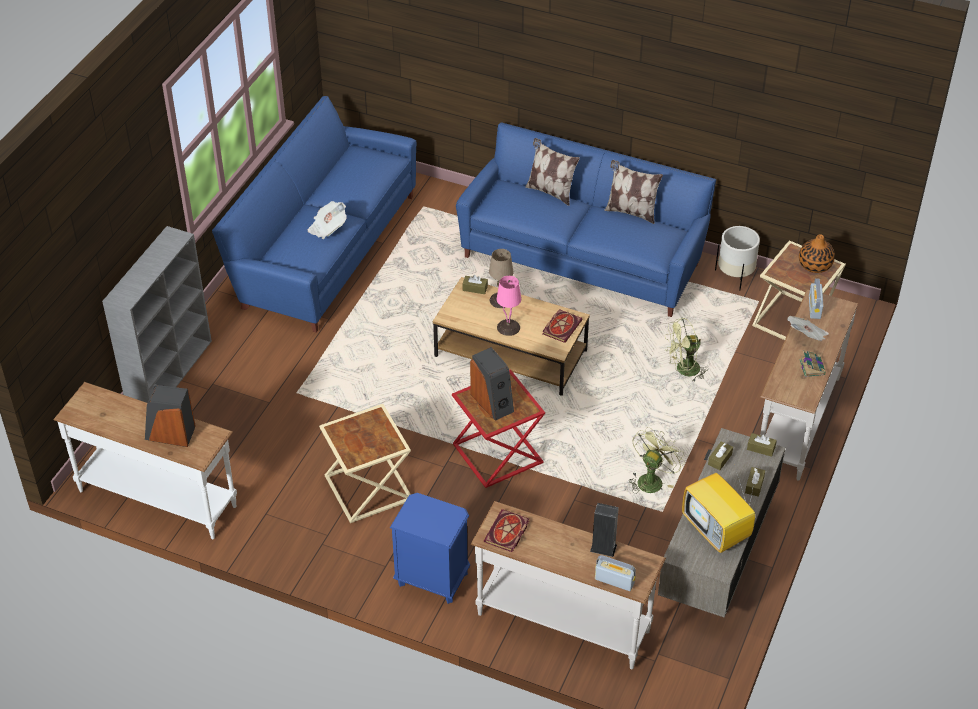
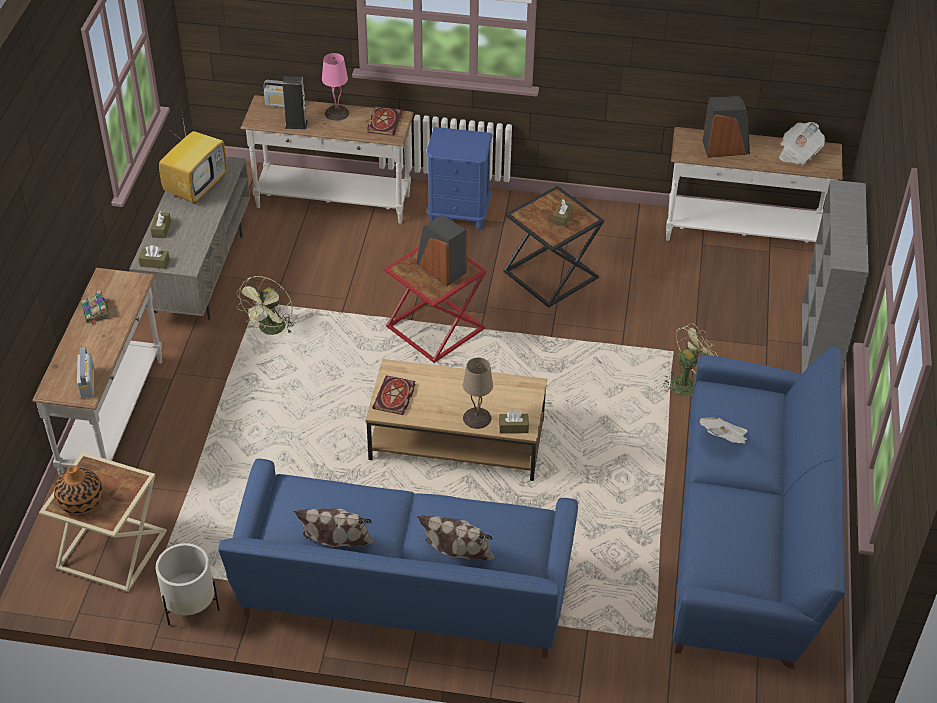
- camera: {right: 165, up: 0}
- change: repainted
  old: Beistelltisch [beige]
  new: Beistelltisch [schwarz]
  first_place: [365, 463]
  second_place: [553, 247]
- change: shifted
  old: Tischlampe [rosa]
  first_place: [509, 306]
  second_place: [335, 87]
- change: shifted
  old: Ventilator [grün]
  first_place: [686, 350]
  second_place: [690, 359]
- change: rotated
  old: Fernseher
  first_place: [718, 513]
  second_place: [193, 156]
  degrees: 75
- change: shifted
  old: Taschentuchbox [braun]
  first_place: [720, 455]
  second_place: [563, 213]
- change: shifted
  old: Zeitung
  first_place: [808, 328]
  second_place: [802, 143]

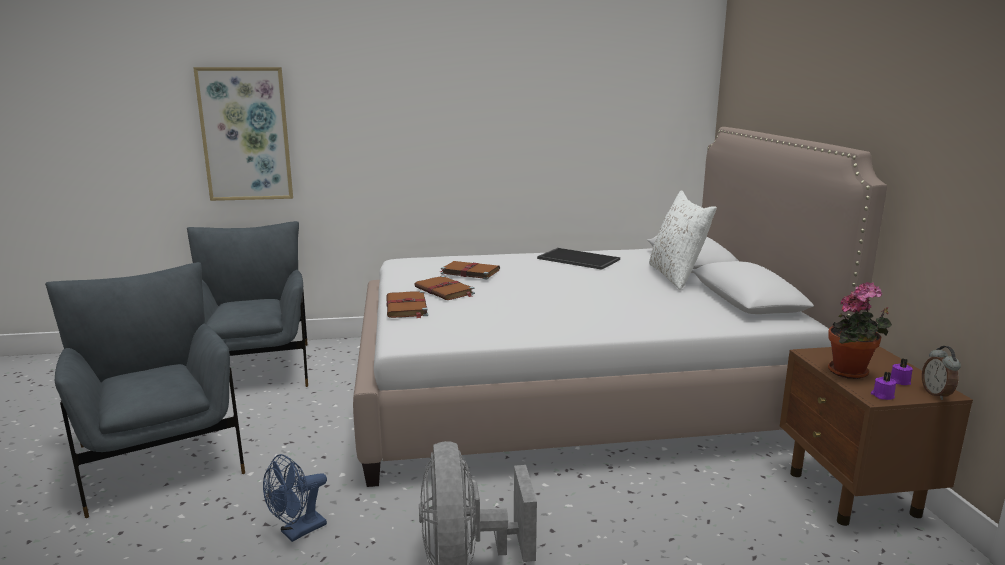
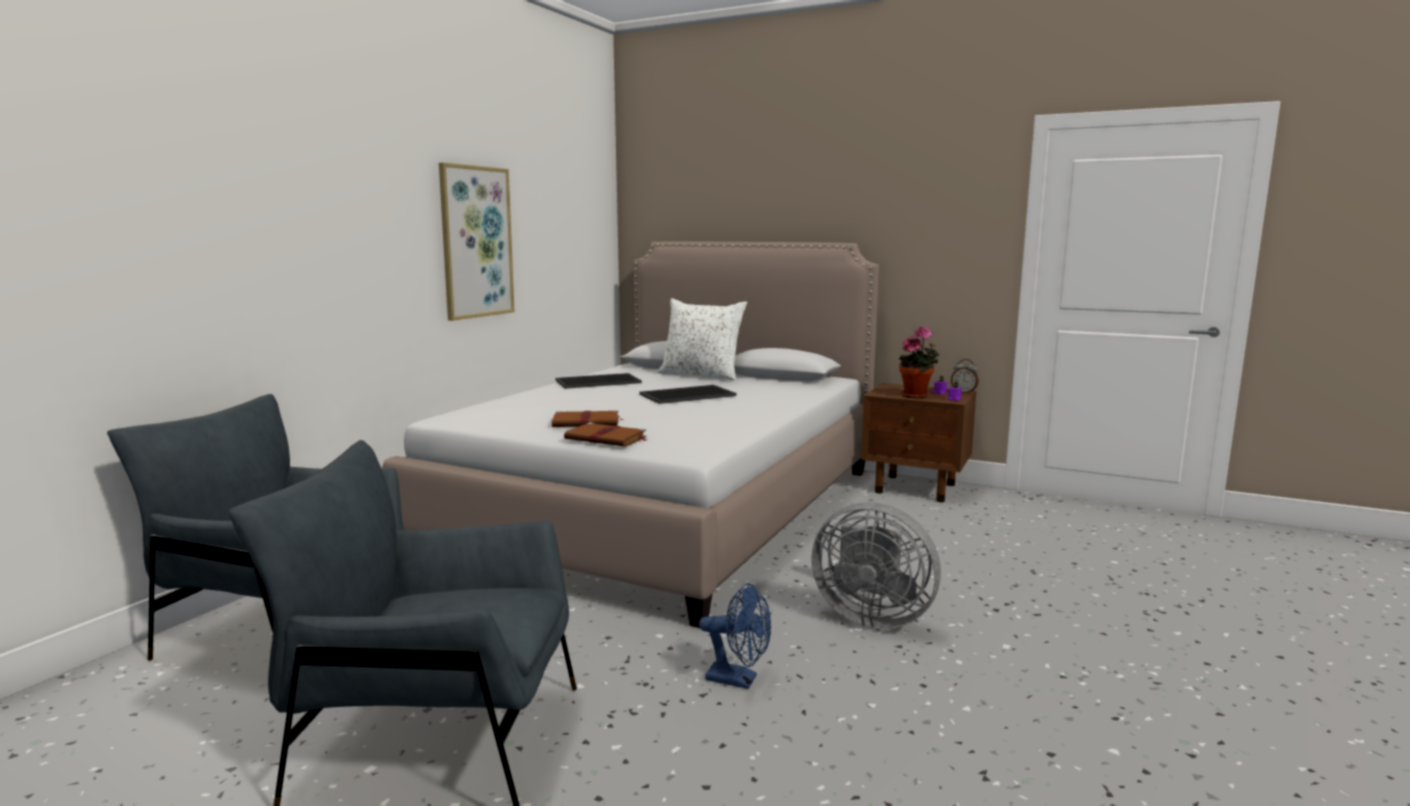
- camera: {right: -55, up: -5}
- change: shifted
  old: Bild
  first_place: [243, 134]
  second_place: [477, 242]
- change: rotated
  old: Ventilator [blau]
  first_place: [295, 498]
  second_place: [735, 636]
  degrees: -60
- change: gone
  old: Buch [braun]
  first_place: [470, 270]
- change: new
  new: Tablett
  second_place: [687, 394]

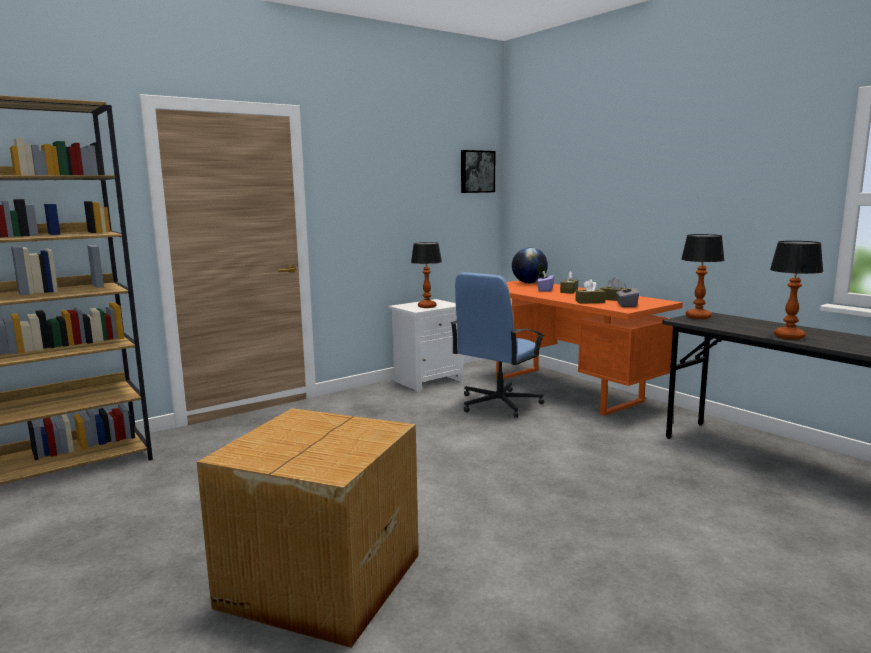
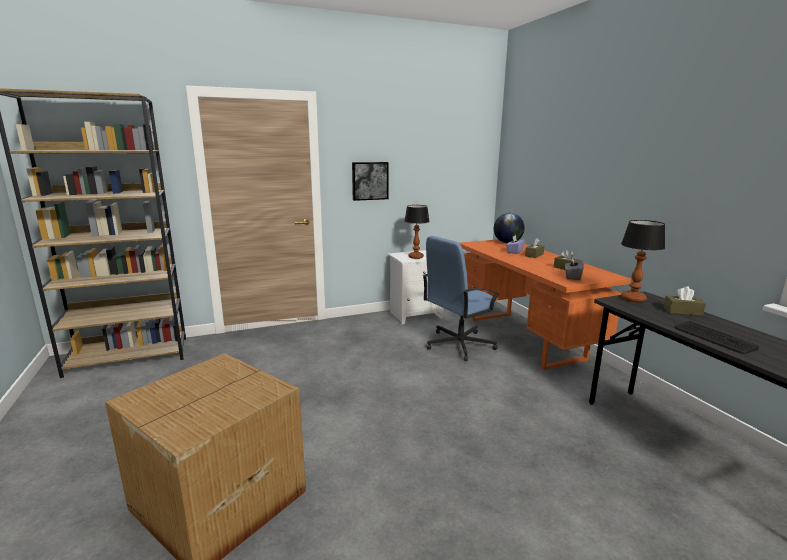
- camera: {right: 15, up: 5}
- change: shifted
  old: Bild
  first_place: [478, 171]
  second_place: [370, 181]
- change: shifted
  old: Taschentuchbox [braun]
  first_place: [590, 291]
  second_place: [684, 301]
- change: swapped
  old: Tischlampe
  new: Tastatur
  first_place: [796, 290]
  second_place: [717, 337]

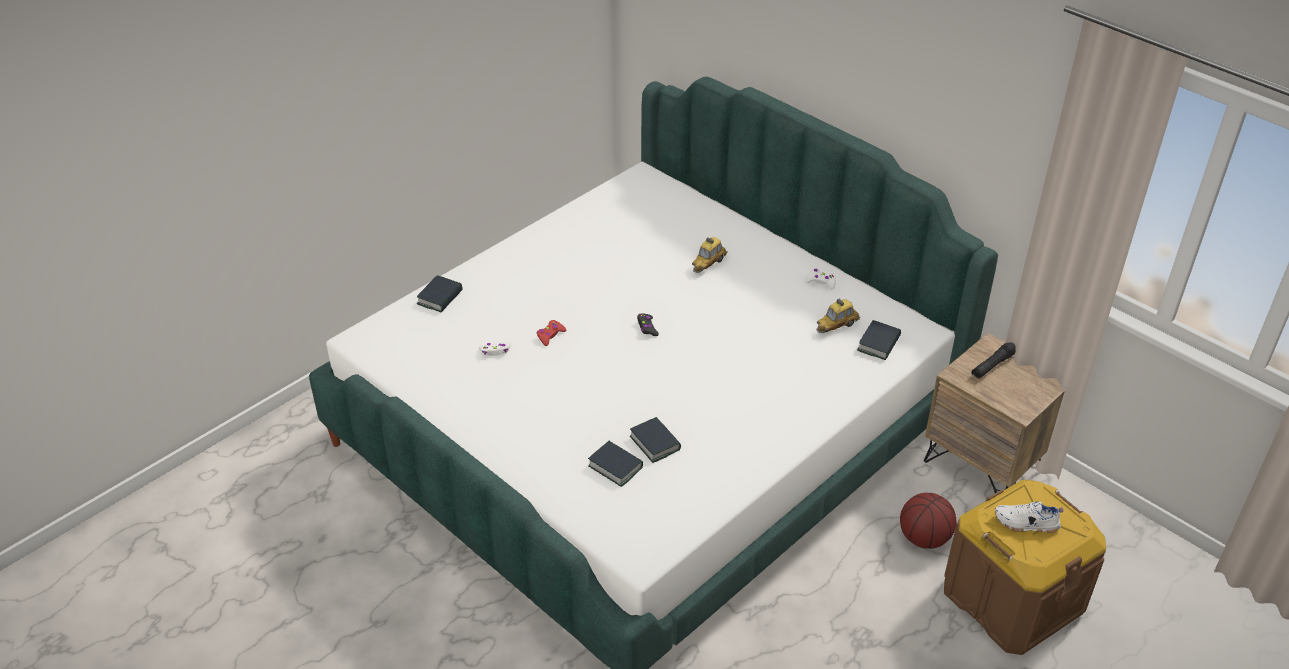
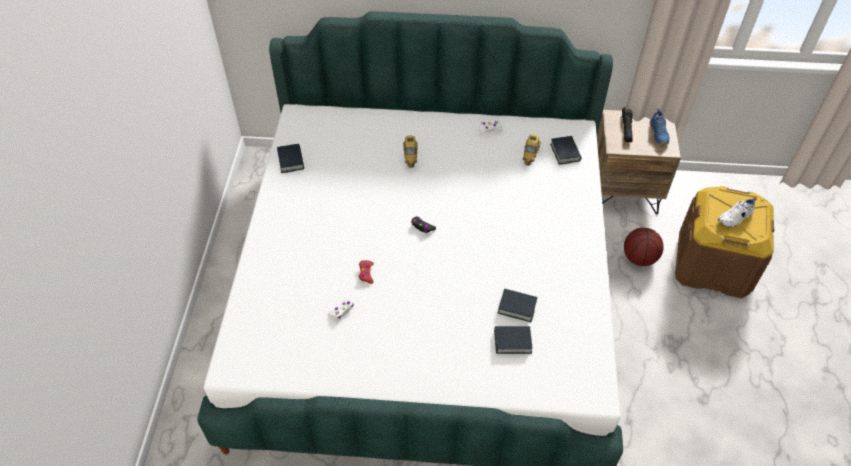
- camera: {right: -40, up: 10}
- change: shifted
  old: Buch
  first_place: [440, 293]
  second_place: [290, 158]
- change: new
  new: Schuh [blau]
  second_place: [659, 127]

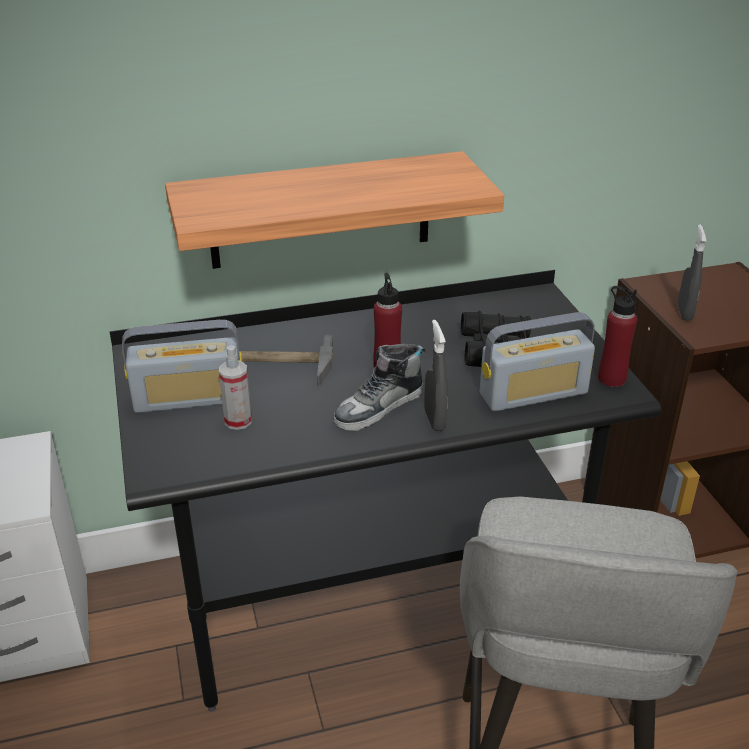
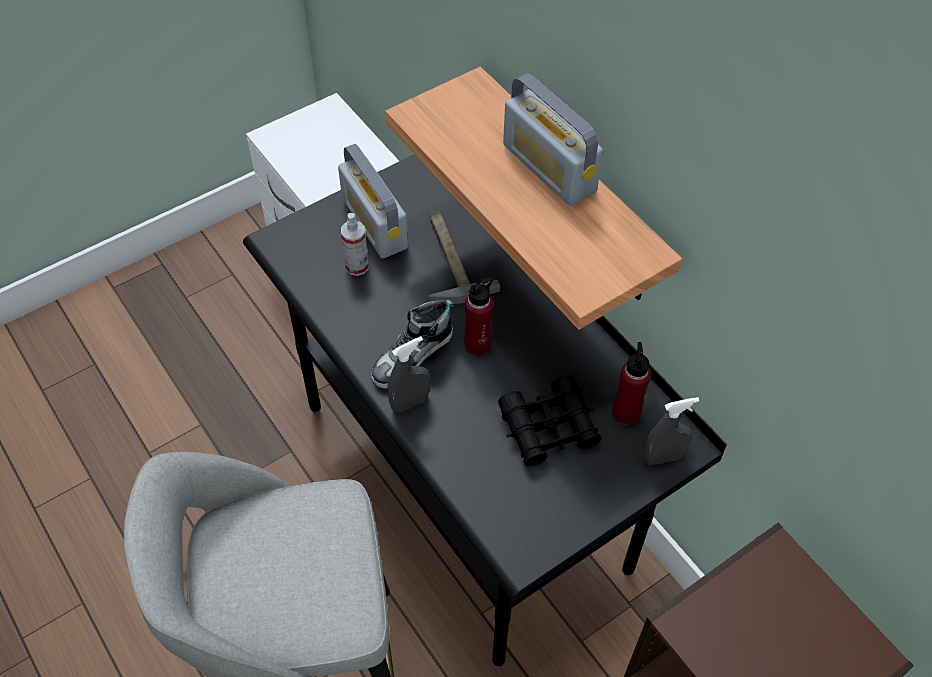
- camera: {right: 70, up: 20}
- change: rotated
  old: Schuh
  first_place: [379, 387]
  second_place: [412, 344]
  degrees: -75
- change: shifted
  old: Radio
  first_place: [537, 362]
  second_place: [553, 140]
- change: shifted
  old: Flasche [rot]
  first_place: [617, 336]
  second_place: [631, 383]
- change: shifted
  old: Sprühflasche [grau]
  first_place: [692, 272]
  second_place: [671, 431]

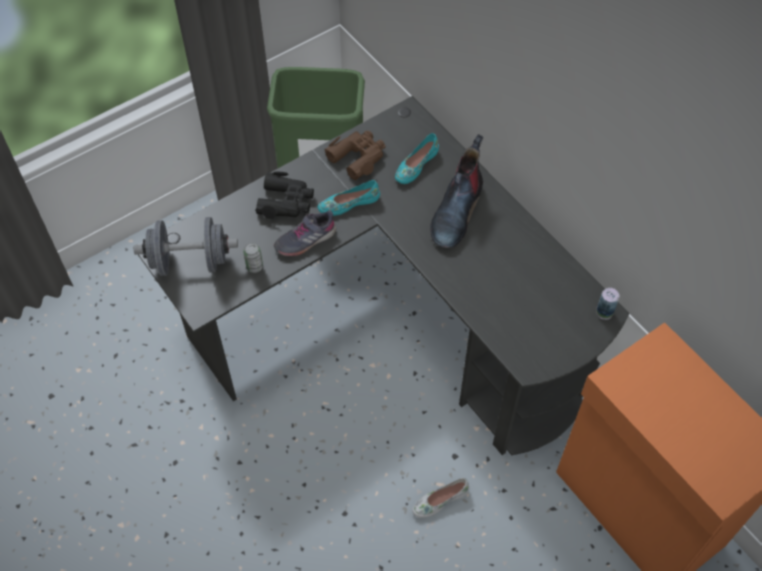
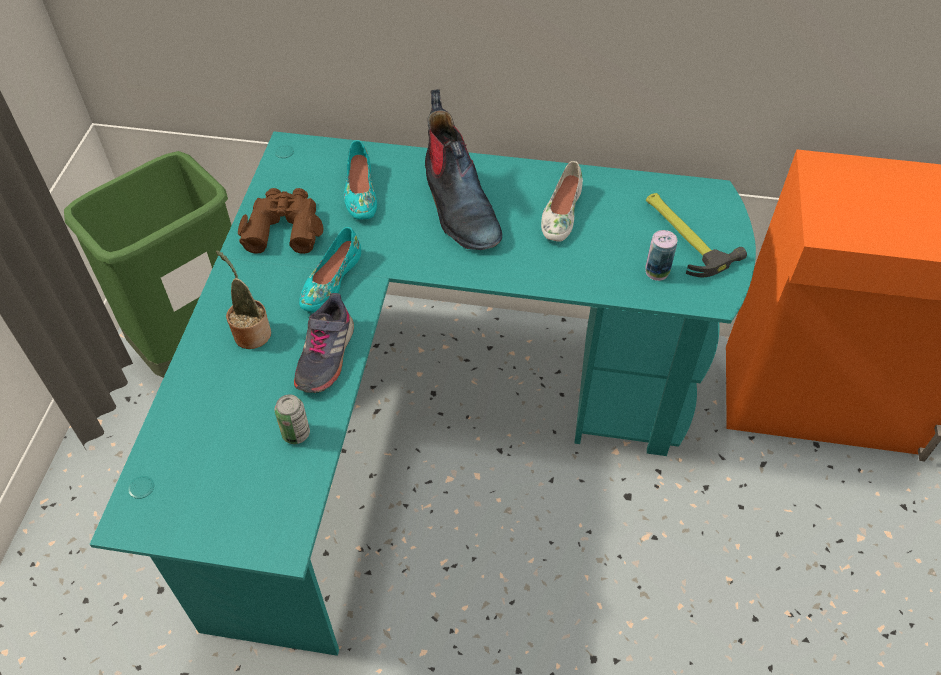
- camera: {right: -45, up: -5}
- change: repainted
  old: Schreibtisch [schwarz]
  new: Schreibtisch [türkis]
  first_place: [381, 275]
  second_place: [423, 393]
- change: gone
  old: Hantel [grau]
  first_place: [186, 246]
- change: swapped
  old: Fernglas [schwarz]
  new: Topfpflanze
  first_place: [284, 195]
  second_place: [243, 299]
- change: shifted
  old: Schuh [weiß]
  first_place: [440, 498]
  second_place: [562, 201]
- change: shifted
  old: Dose
  first_place: [607, 304]
  second_place: [661, 255]
- change: new
  new: Hammer
  second_place: [696, 235]

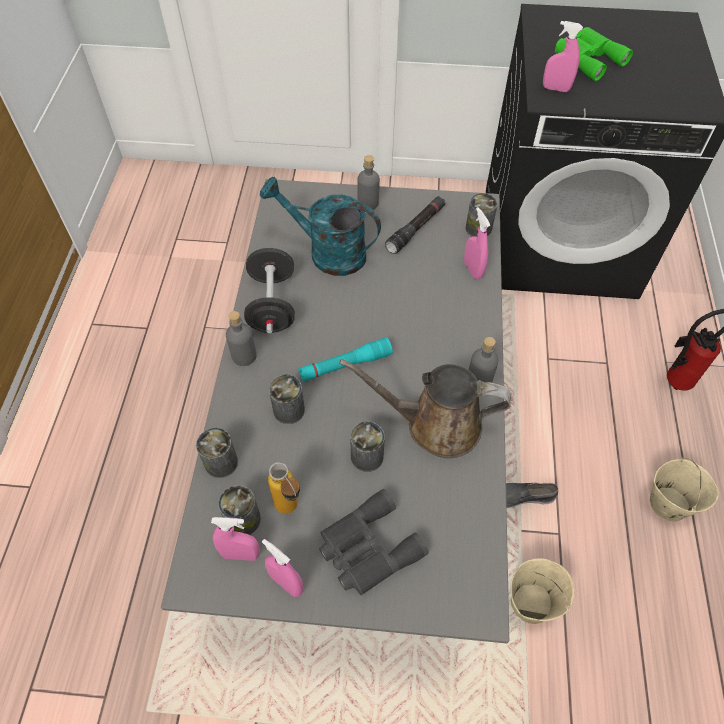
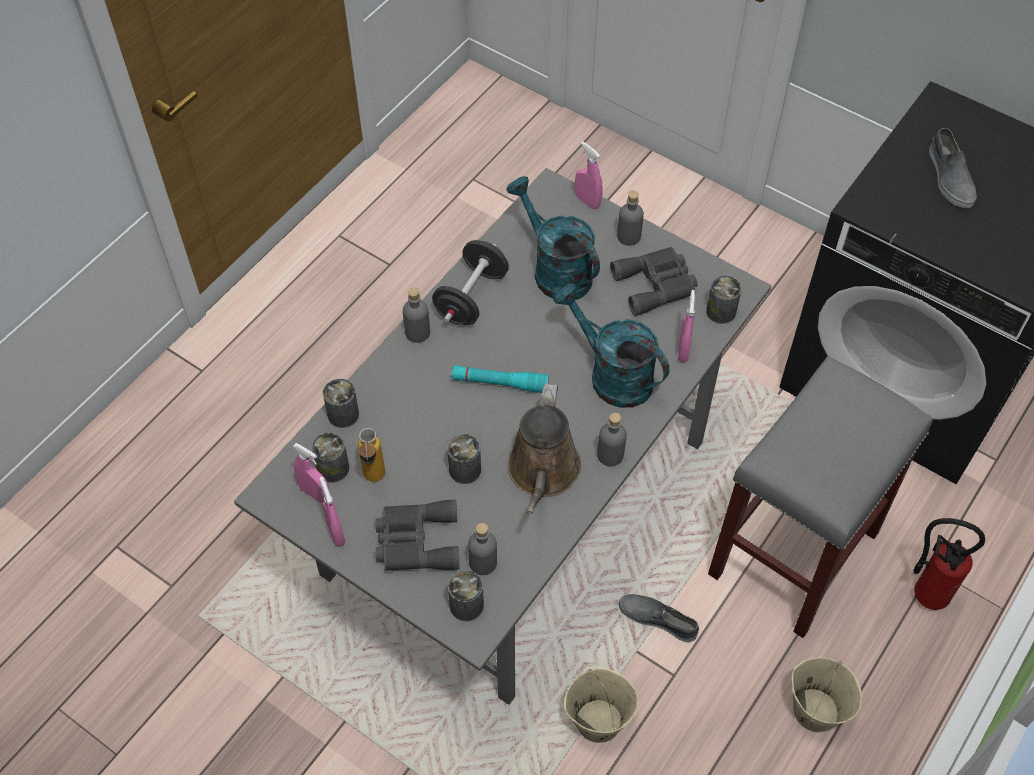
- camera: {right: 30, up: 0}
- change: shifted
  old: Dose
  first_place: [287, 399]
  second_place: [466, 595]
- change: rotated
  old: Gießkanne [braun]
  first_place: [425, 408]
  second_place: [544, 448]
  degrees: -120
- change: swapped
  old: Taschenlampe [schwarz]
  new: Fernglas [grau]
  first_place: [415, 225]
  second_place: [654, 281]
- change: shifted
  old: Sprühflasche [rosa]
  first_place: [563, 56]
  second_place: [589, 175]
- change: swapped
  old: Fernglas [grün]
  new: Schuh [grau]
  first_place: [594, 54]
  second_place: [953, 168]
- change: new
  new: Flasche [grau]
  second_place: [482, 549]
- change: new
  new: Gießkanne [türkis]
  second_place: [611, 346]
- change: new
  new: Hocker [grau]
  second_place: [820, 497]

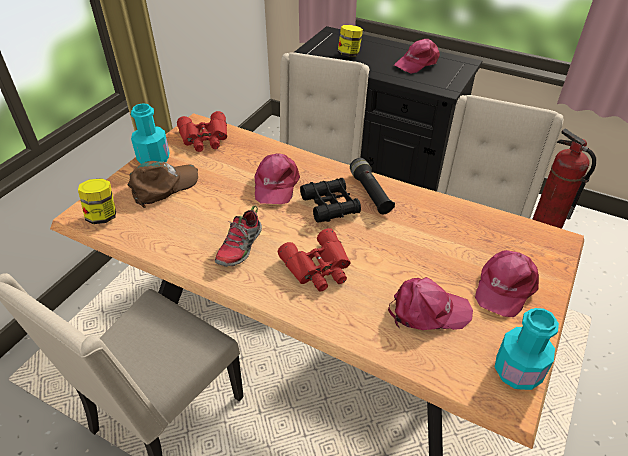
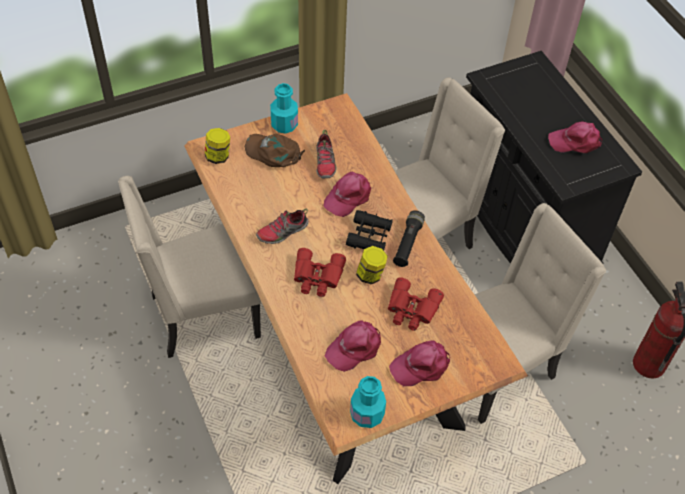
- camera: {right: 35, up: 10}
- change: rotated
  old: Kappe [braun]
  first_place: [162, 184]
  second_place: [274, 150]
  degrees: -150
- change: shifted
  old: Fernglas [rot]
  first_place: [202, 131]
  second_place: [416, 304]
- change: shifted
  old: Vorratsglas
  first_place: [350, 41]
  second_place: [372, 265]
- change: rotated
  old: Kappe [rosa]
  first_place: [430, 303]
  second_place: [353, 346]
  degrees: 105
- change: new
  new: Schuh
  second_place: [326, 154]

